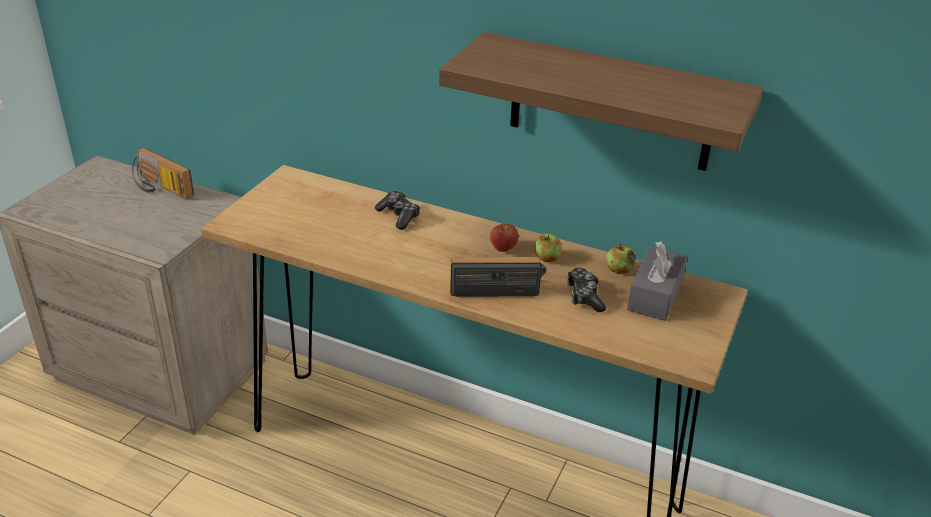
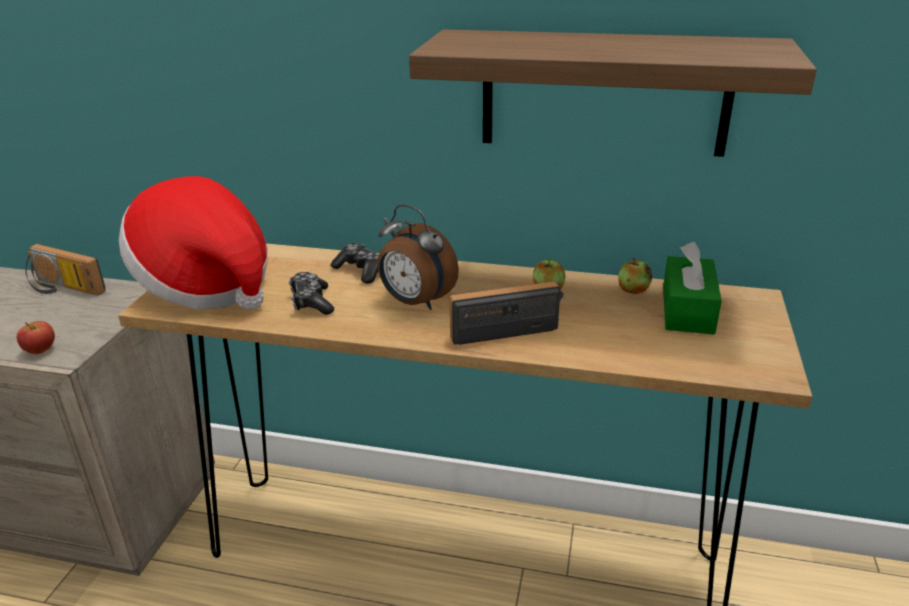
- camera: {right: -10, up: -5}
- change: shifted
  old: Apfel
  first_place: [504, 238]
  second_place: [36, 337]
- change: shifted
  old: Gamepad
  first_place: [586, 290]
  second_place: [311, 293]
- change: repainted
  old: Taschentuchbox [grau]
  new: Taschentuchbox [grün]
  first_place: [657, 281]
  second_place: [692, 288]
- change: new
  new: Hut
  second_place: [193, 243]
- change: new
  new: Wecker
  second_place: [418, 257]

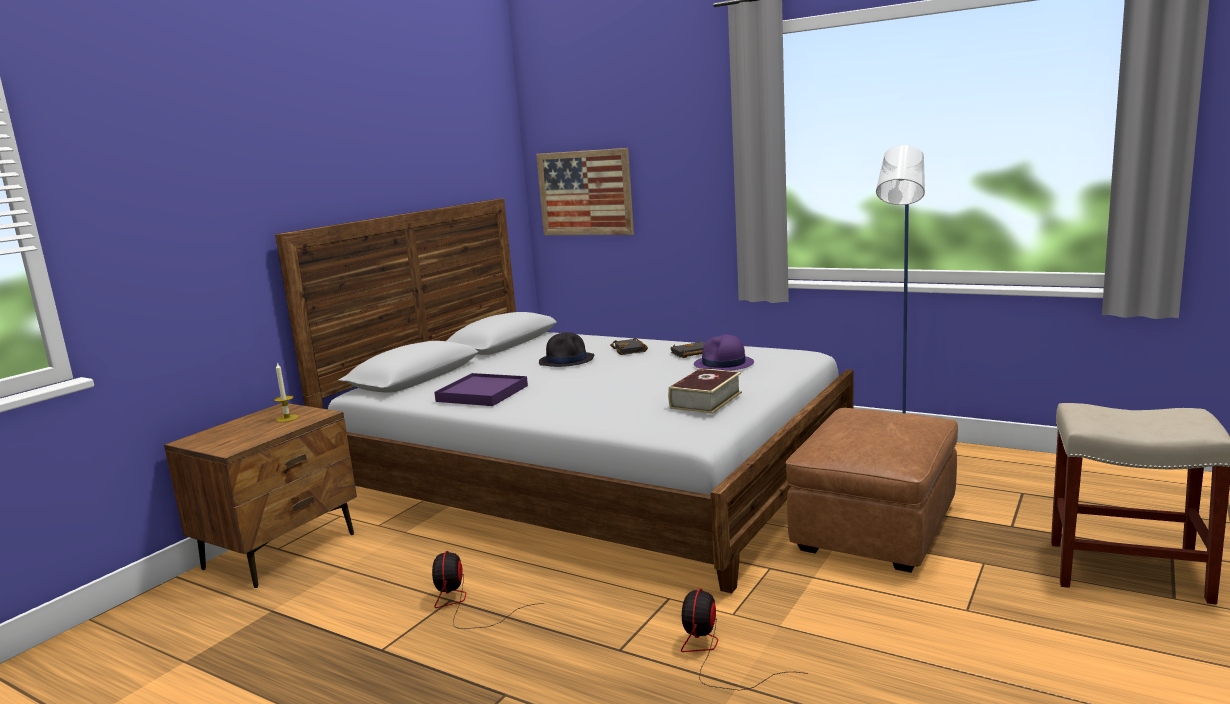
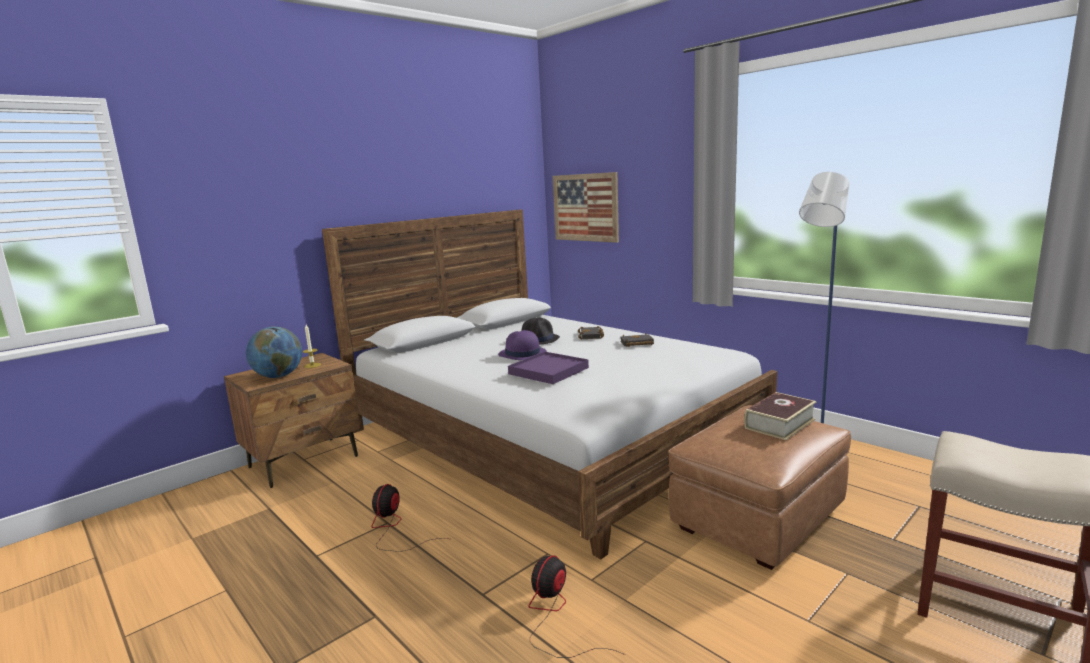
- camera: {right: 15, up: 0}
- change: shifted
  old: Tablett [lila]
  first_place: [481, 389]
  second_place: [548, 368]
- change: shifted
  old: Buch
  first_place: [705, 391]
  second_place: [780, 416]
- change: shifted
  old: Hut [lila]
  first_place: [724, 352]
  second_place: [522, 345]
- change: new
  new: Globus
  second_place: [274, 352]

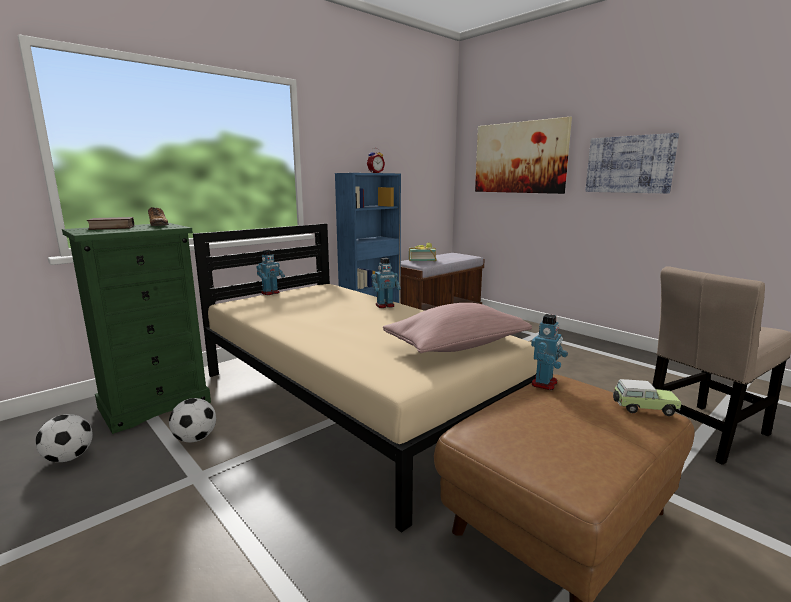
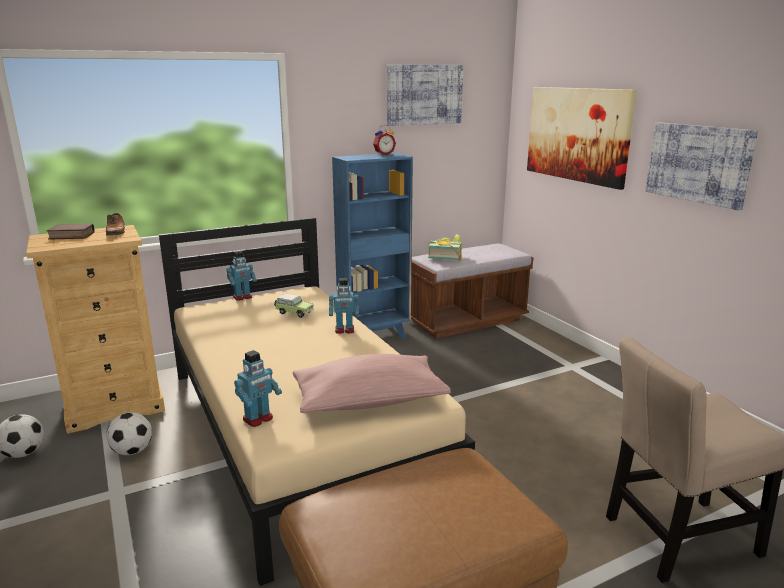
- camera: {right: 15, up: 5}
- change: repainted
  old: Kommode [grün]
  new: Kommode [beige]
  first_place: [136, 328]
  second_place: [95, 329]
- change: shifted
  old: Spielzeugroboter
  first_place: [549, 352]
  second_place: [258, 388]
- change: shifted
  old: Spielzeugauto
  first_place: [647, 397]
  second_place: [293, 306]
- change: new
  new: Bild
  second_place: [425, 95]

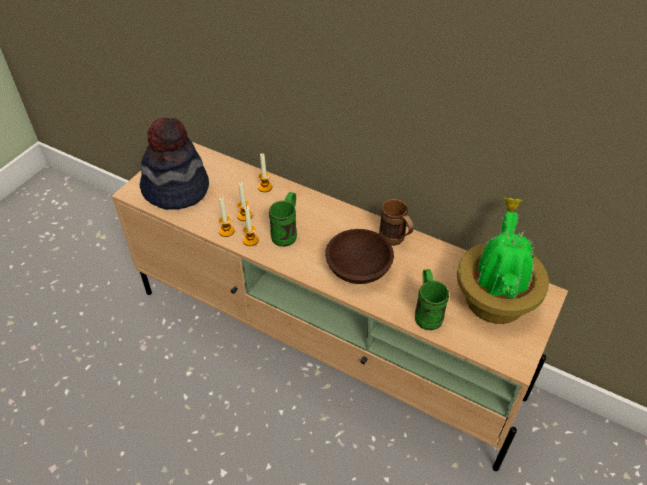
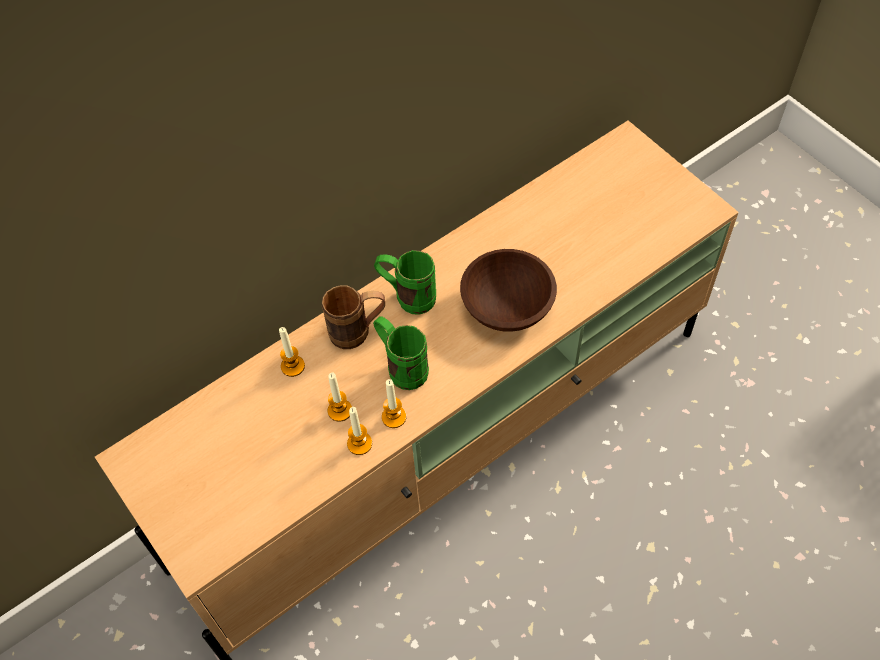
- camera: {right: -65, up: 10}
- change: gone
  old: Hut
  first_place: [174, 164]
- change: shifted
  old: Henkelbecher [braun]
  first_place: [396, 222]
  second_place: [353, 317]
- change: shifted
  old: Henkelbecher [grün]
  first_place: [432, 299]
  second_place: [405, 282]
- change: gone
  old: Topfpflanze
  first_place: [503, 261]

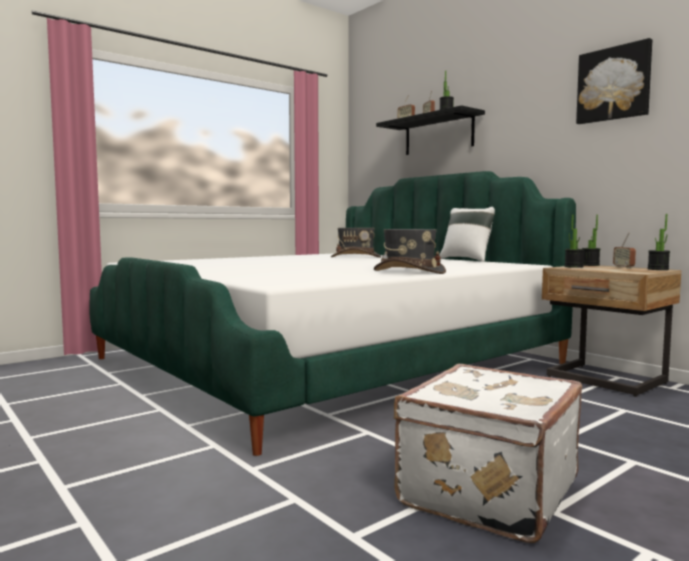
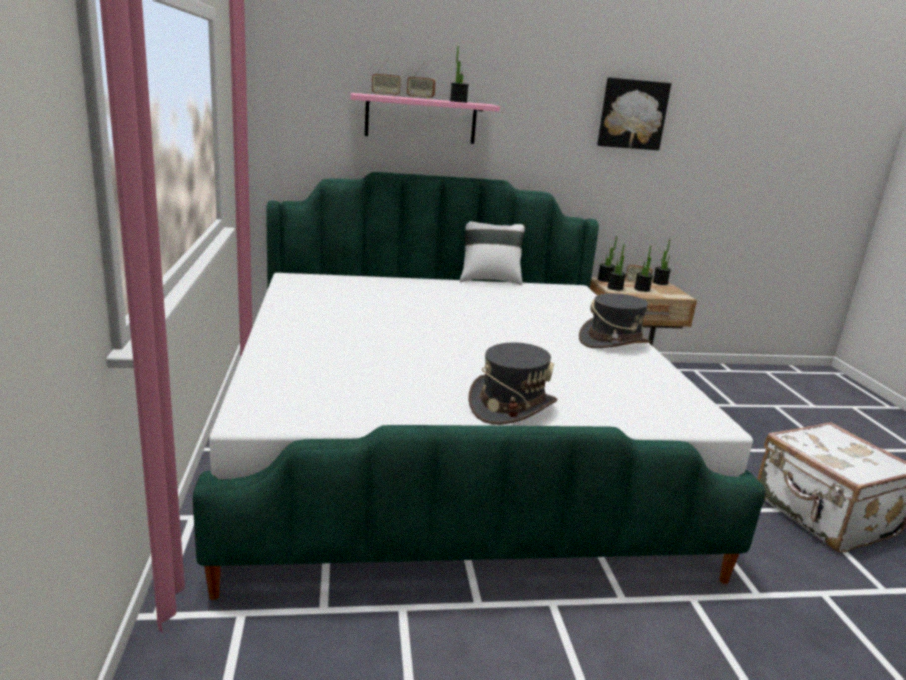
- camera: {right: -60, up: 15}
- change: shifted
  old: Hut [grau]
  first_place: [356, 243]
  second_place: [512, 384]
- change: repainted
  old: Wandregal [schwarz]
  new: Wandregal [rosa]
  first_place: [430, 130]
  second_place: [425, 118]
- change: new
  new: Topfpflanze
  second_place: [643, 268]

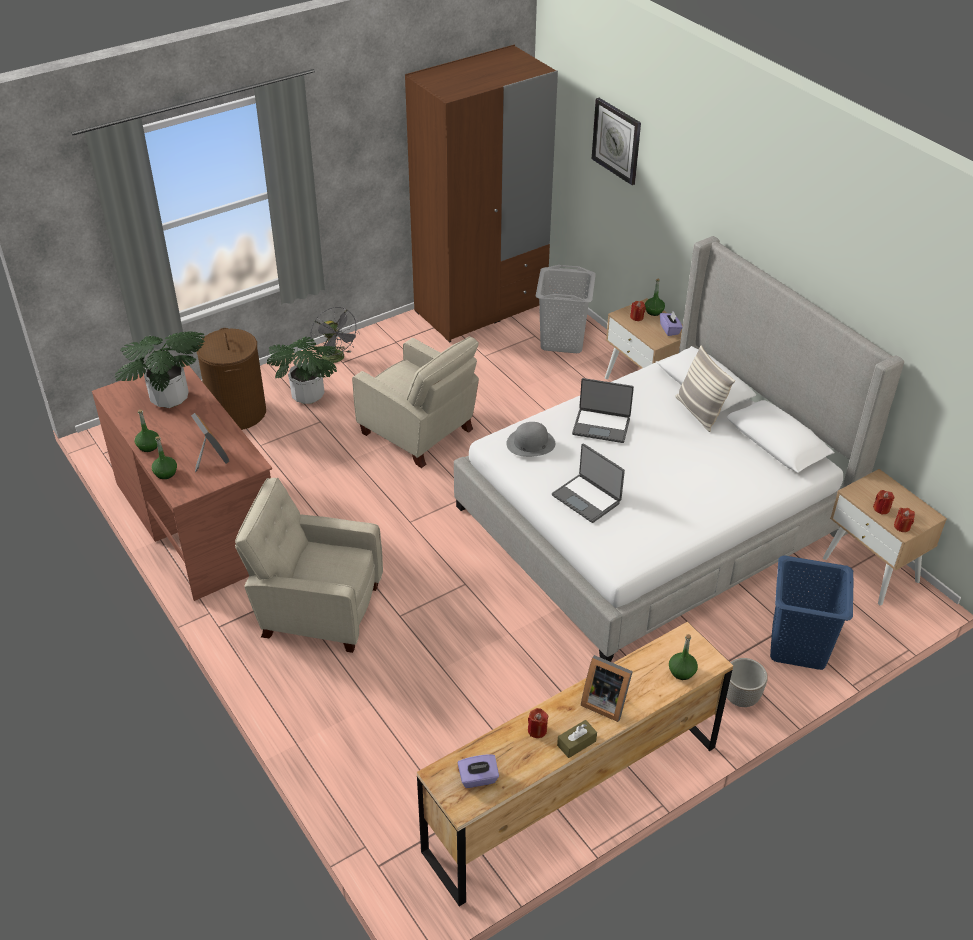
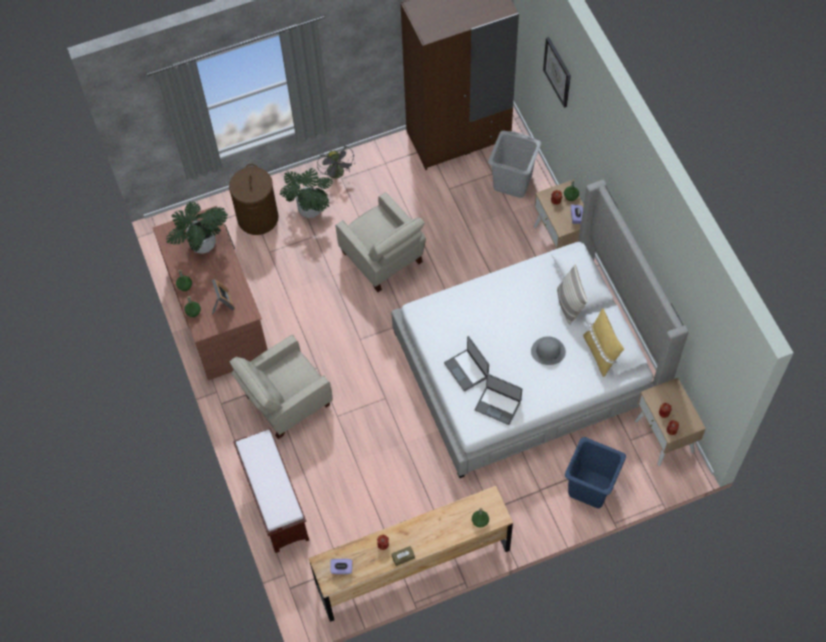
- camera: {right: 15, up: 20}
- change: rotated
  old: Sessel [beige]
  first_place: [309, 565]
  second_place: [281, 387]
  degrees: -60
- change: shifted
  old: Hut [grau]
  first_place: [530, 439]
  second_place: [548, 350]
- change: shifted
  old: Laptop
  first_place: [603, 410]
  second_place: [498, 399]
- change: gone
  old: Bilderrahmen
  first_place: [607, 688]
- change: gone
  old: Pflanzkübel
  first_place: [747, 682]
- change: new
  new: Bank [braun]
  second_place: [271, 491]
- change: new
  new: Kissen [gelb]
  second_place: [603, 342]

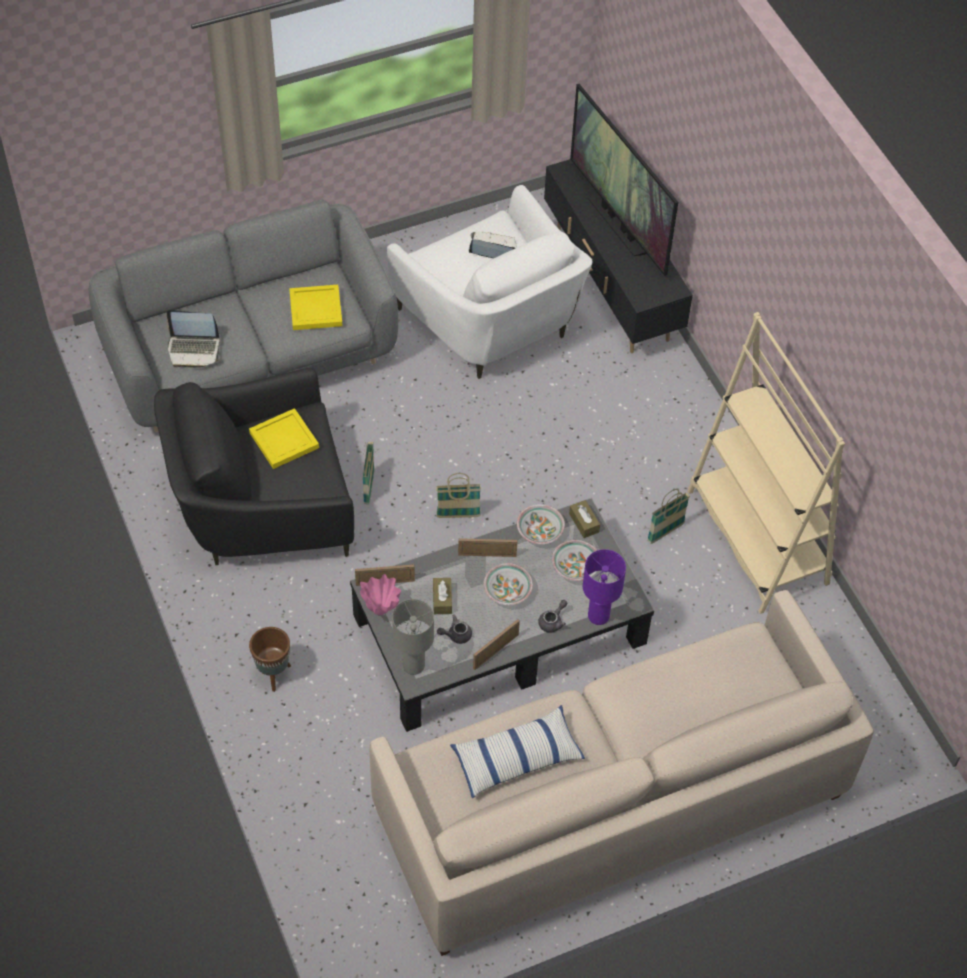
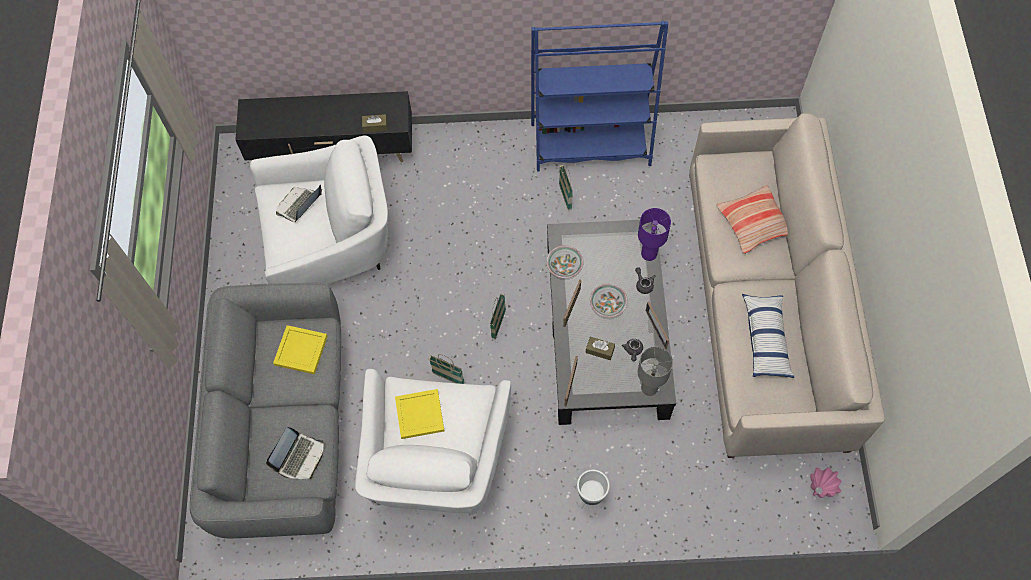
- camera: {right: -65, up: 10}
- change: repainted
  old: Sessel [schwarz]
  new: Sessel [weiß]
  first_place: [254, 466]
  second_place: [433, 442]
- change: repainted
  old: Pflanzkübel [braun]
  new: Pflanzkübel [weiß]
  first_place: [270, 659]
  second_place: [593, 489]
- change: shifted
  old: Vase [rosa]
  first_place: [380, 594]
  second_place: [826, 482]
- change: gone
  old: Schüssel
  first_place: [575, 560]
- change: shifted
  old: Taschentuchbox [braun]
  first_place: [584, 519]
  second_place: [375, 123]
- change: gone
  old: Fernseher
  first_place: [624, 180]
- change: repainted
  old: Bücherregal [beige]
  new: Bücherregal [blau]
  first_place: [766, 463]
  second_place: [599, 96]
- change: new
  new: Kissen
  second_place: [752, 219]

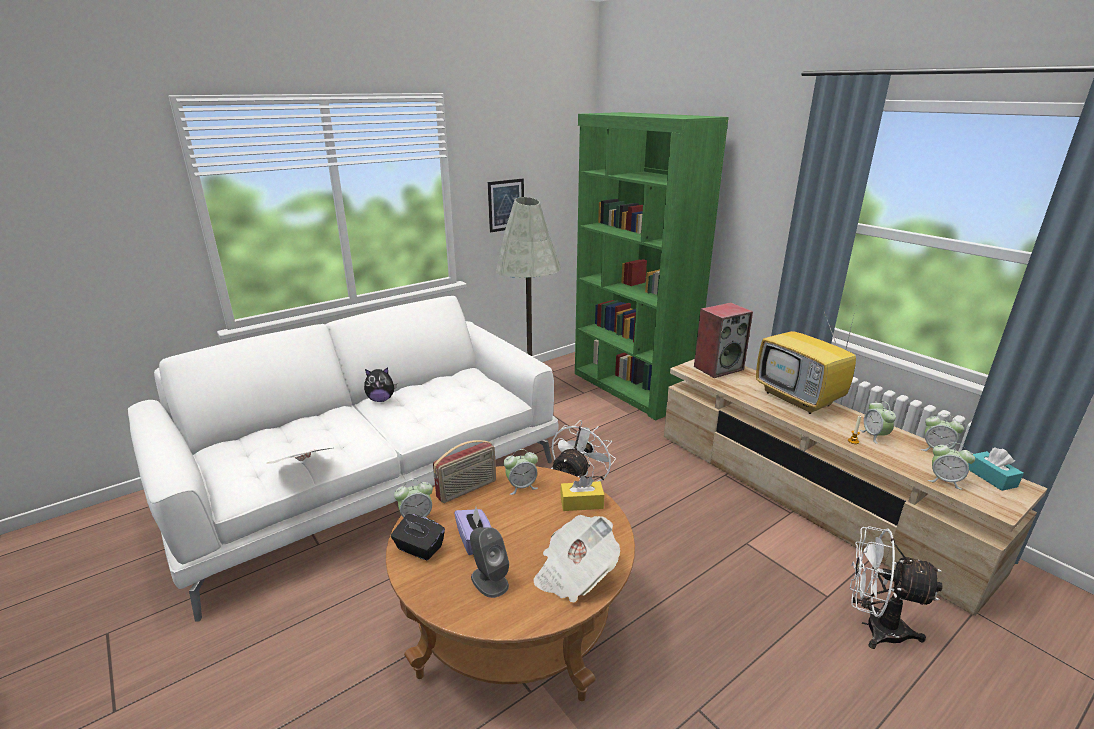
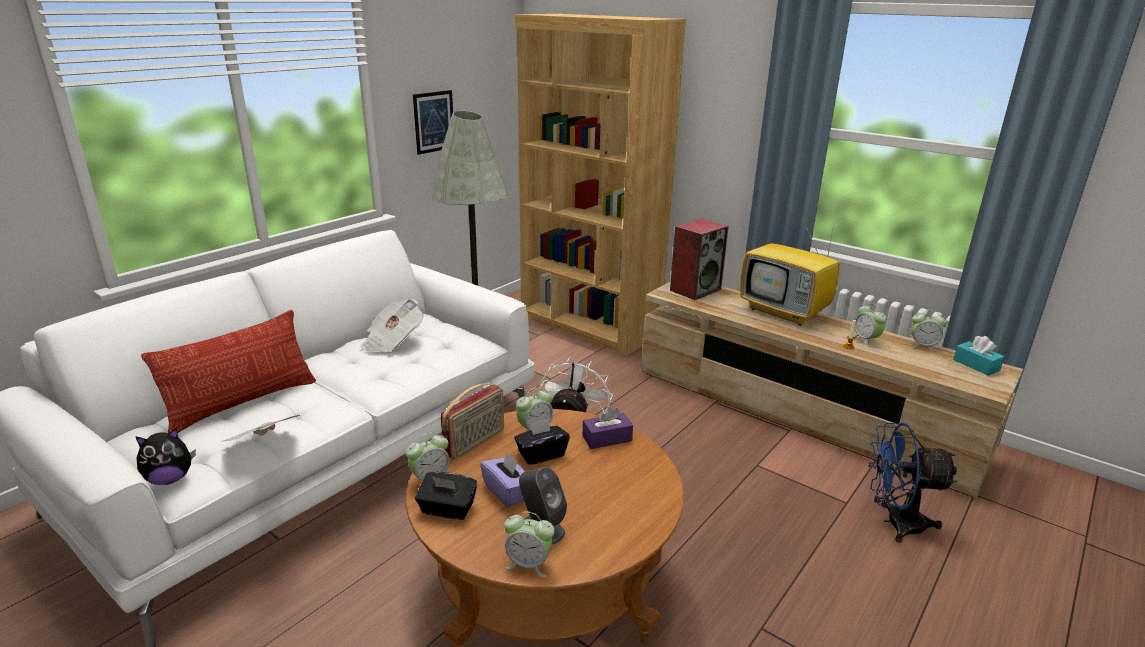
- camera: {right: -15, up: 0}
- change: shifted
  old: Plüschtier
  first_place: [380, 384]
  second_place: [165, 456]
- change: shifted
  old: Zeitung
  first_place: [576, 559]
  second_place: [392, 326]
- change: repainted
  old: Taschentuchbox [gelb]
  new: Taschentuchbox [lila]
  first_place: [582, 493]
  second_place: [608, 428]
- change: repainted
  old: Bücherregal [grün]
  new: Bücherregal [braun]
  first_place: [652, 266]
  second_place: [600, 185]
- change: repainted
  old: Ventilator [weiß]
  new: Ventilator [blau]
  first_place: [896, 587]
  second_place: [912, 483]
- change: shifted
  old: Wecker
  first_place: [951, 466]
  second_place: [529, 544]
- change: new
  new: Kissen
  second_place: [228, 372]
- change: new
  new: Taschentuchbox [schwarz]
  second_place: [542, 441]

